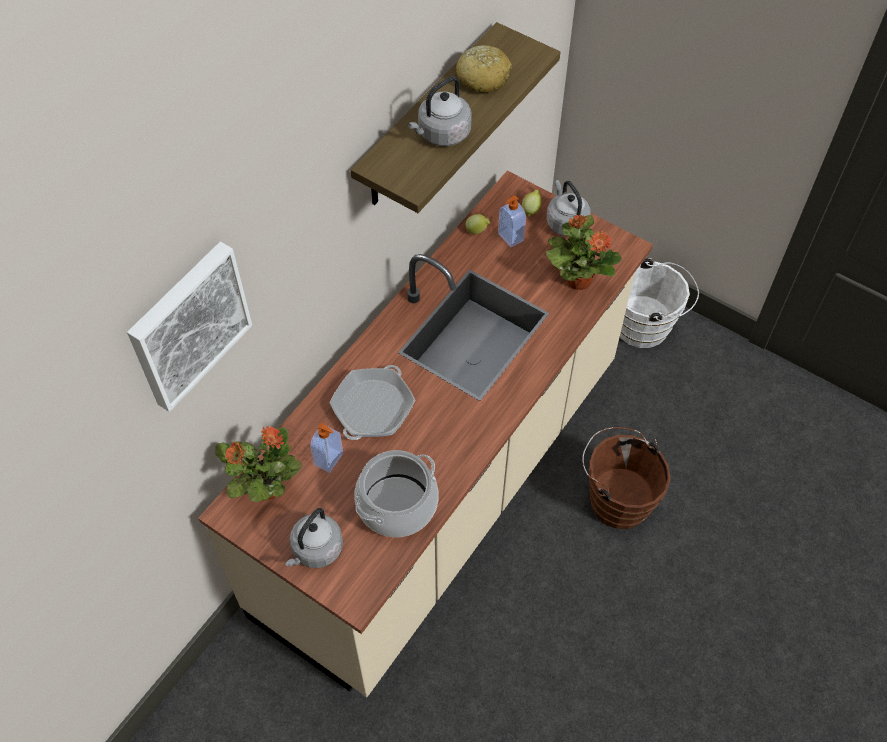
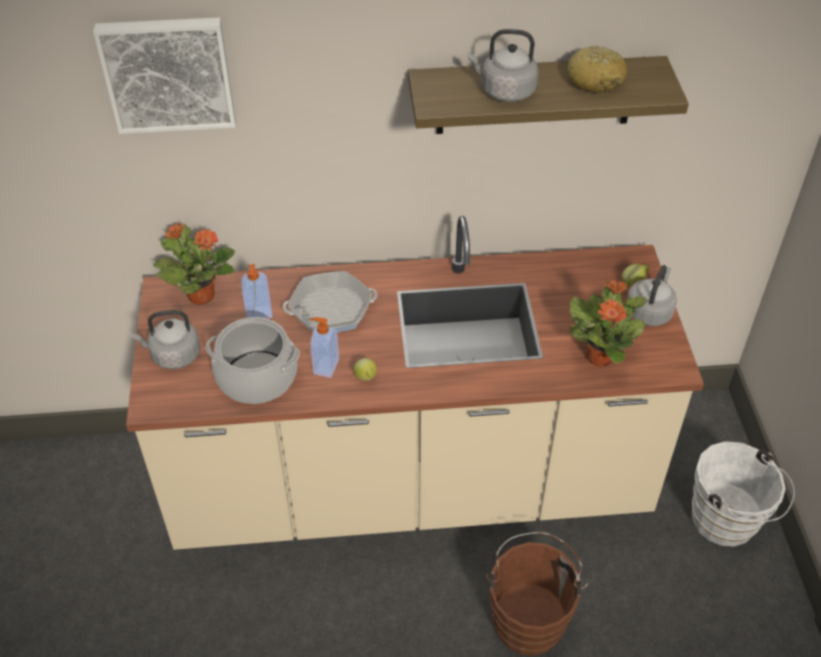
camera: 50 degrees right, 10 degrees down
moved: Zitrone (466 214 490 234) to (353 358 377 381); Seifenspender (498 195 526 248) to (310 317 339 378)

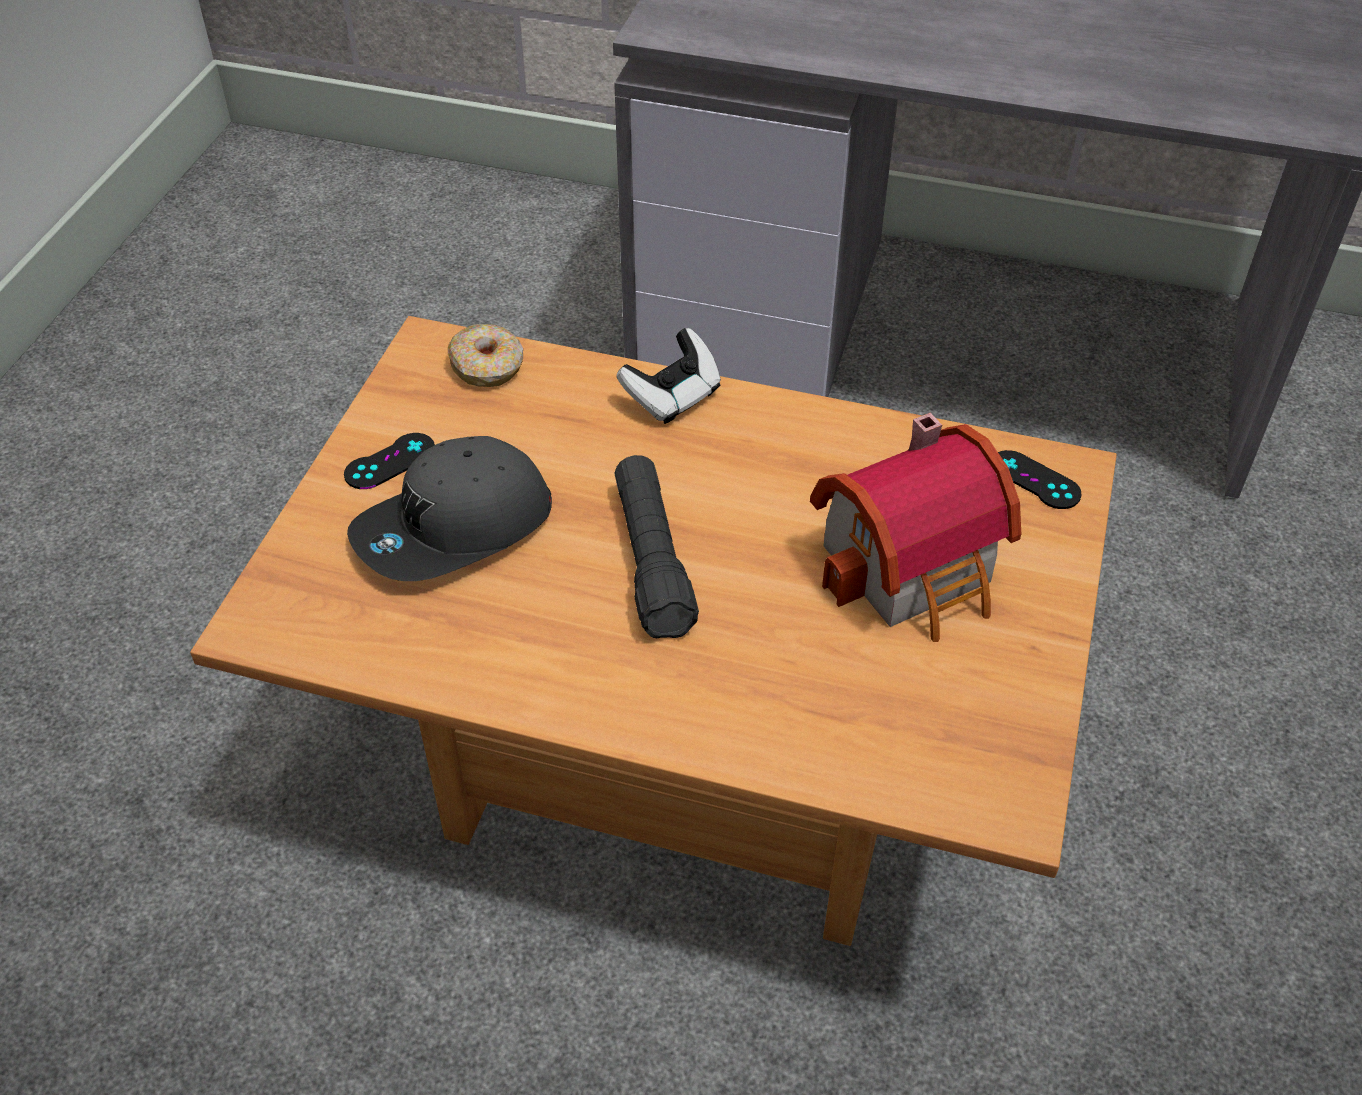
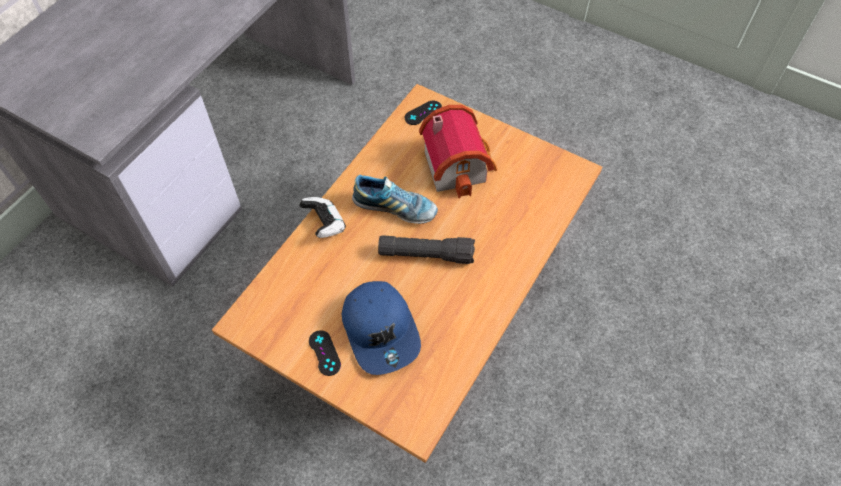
camera: 75 degrees left, 10 degrees up
removed: Donut (448 324 523 387)
added: Schuh (352 175 438 224)
recoloured: Kappe (grau) (347 436 552 581) to Kappe (blau) (342 281 421 375)

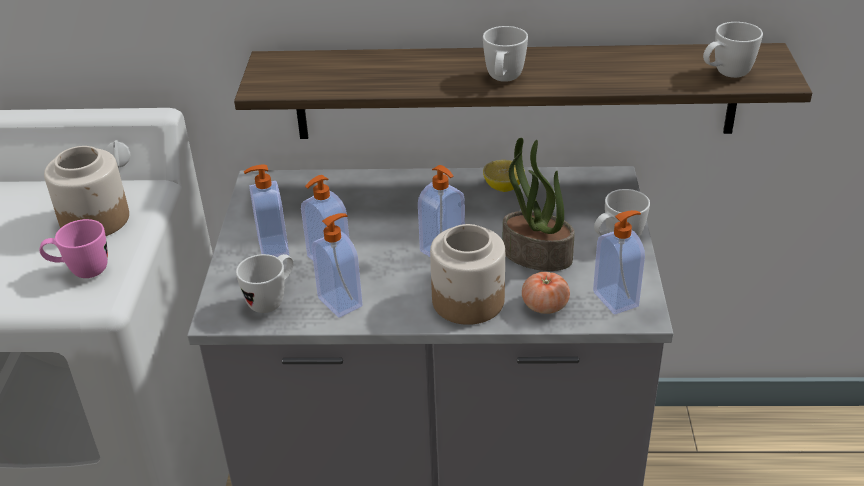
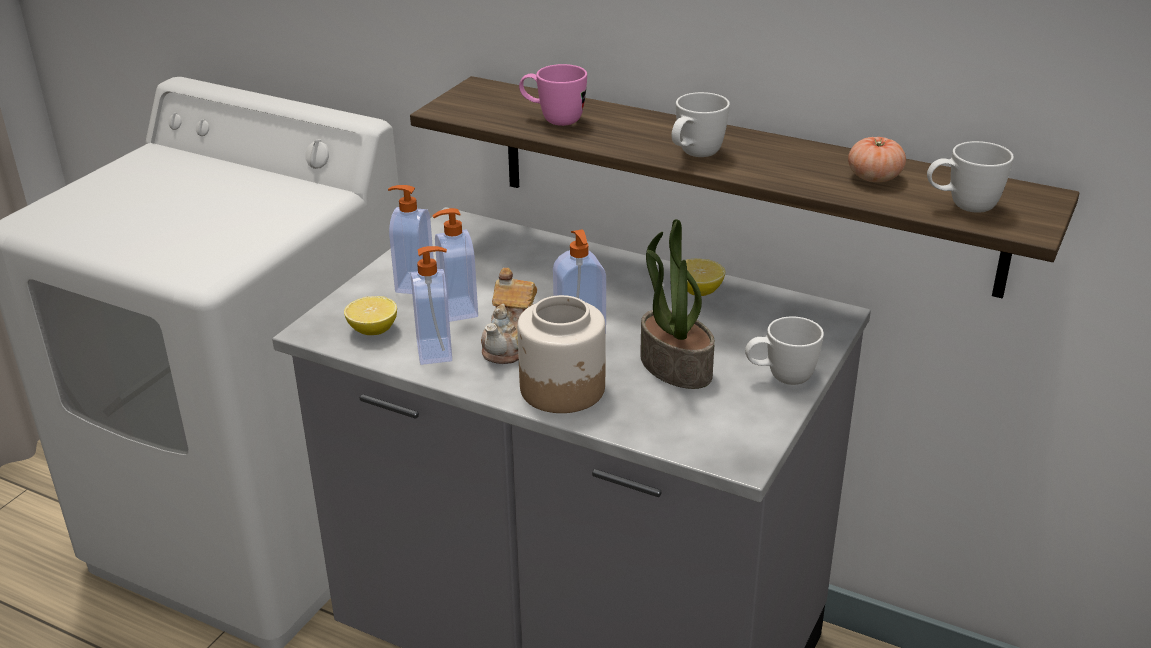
camera: 25 degrees right, 5 degrees down
removed: Vorratsglas (44 146 129 236); Seifenspender (593 210 645 314)
added: Teekanne (481 268 537 364)
moved: Henkelbecher (rosa) (39 219 108 278) to (519 64 587 126); Tomate (522 272 570 314) to (848 137 906 182)
replaced: Henkelbecher (weiß) (236 254 294 313) to Zitrone (344 296 397 335)

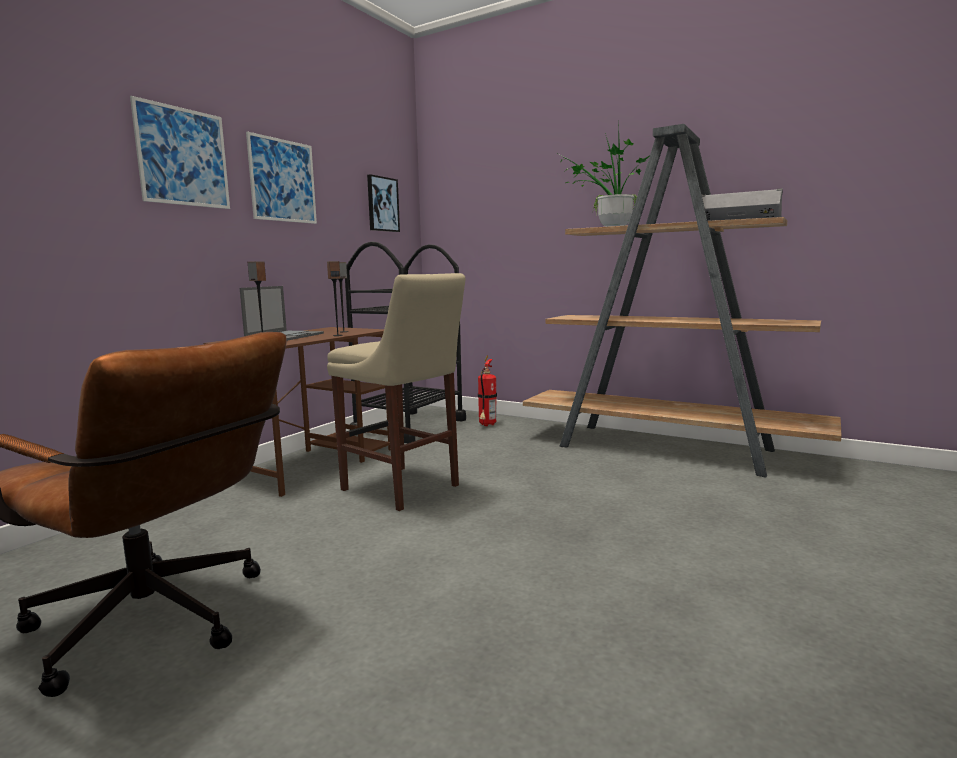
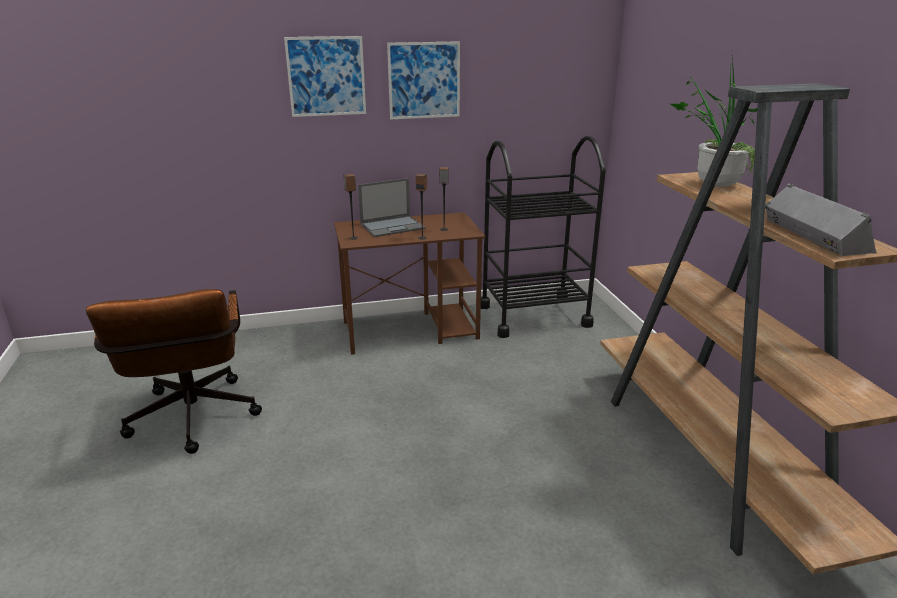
camera: 45 degrees right, 15 degrees up
removed: Hocker (beige) (327 273 466 511); Bild (367 174 400 232); Feuerlöscher (478 356 497 426)

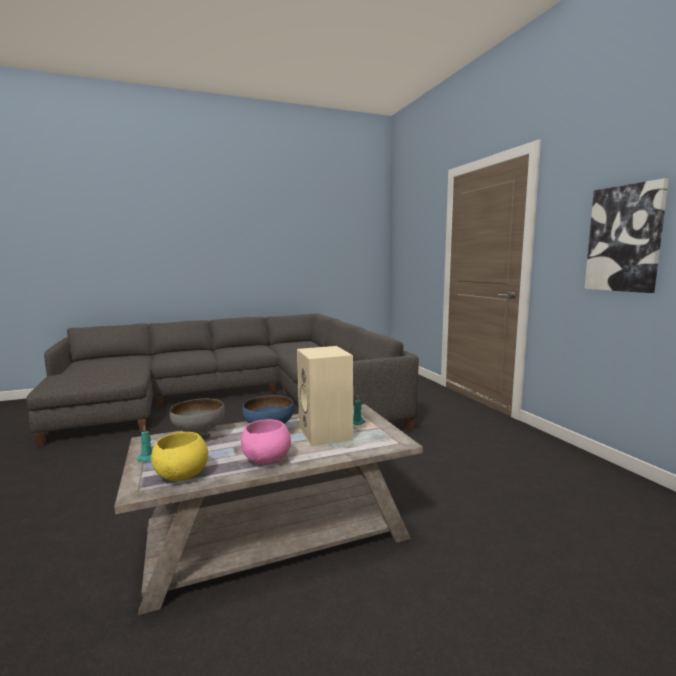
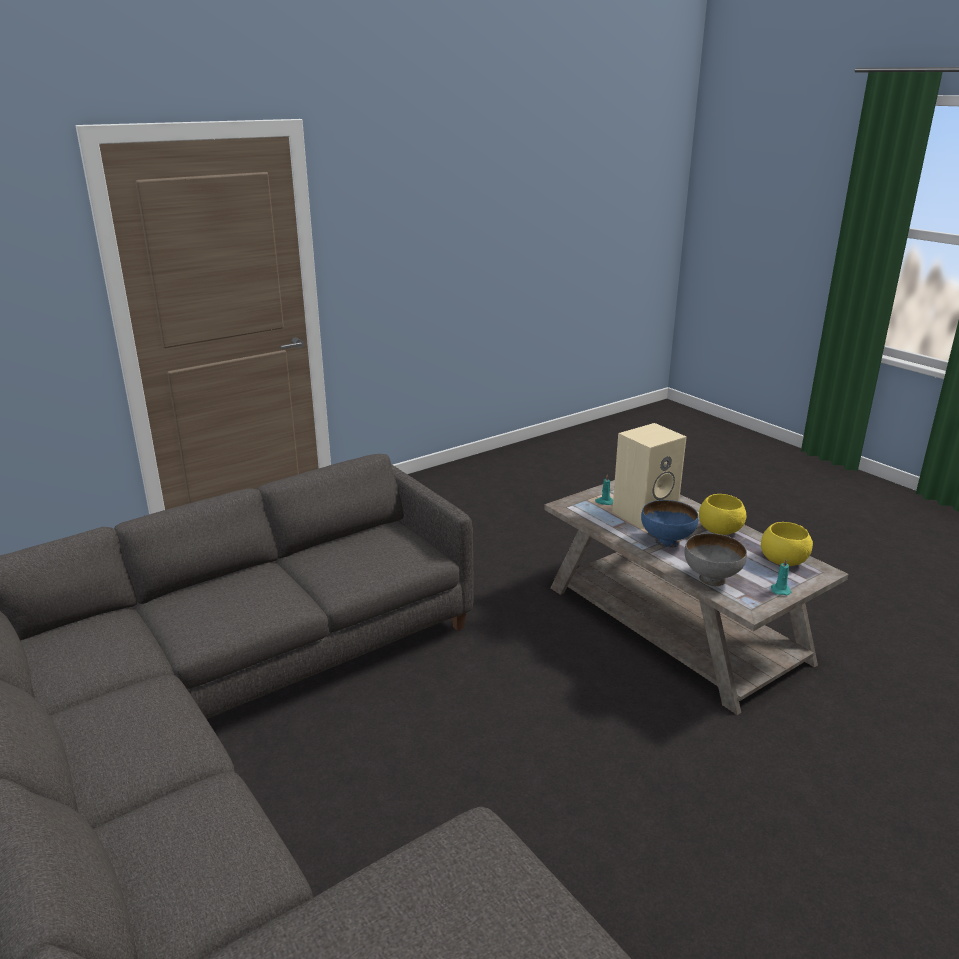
camera: 105 degrees left, 15 degrees up
removed: Bild (584 178 669 293)
recoloured: Schüssel (rosa) (241 419 291 464) to Schüssel (gelb) (699 494 746 535)

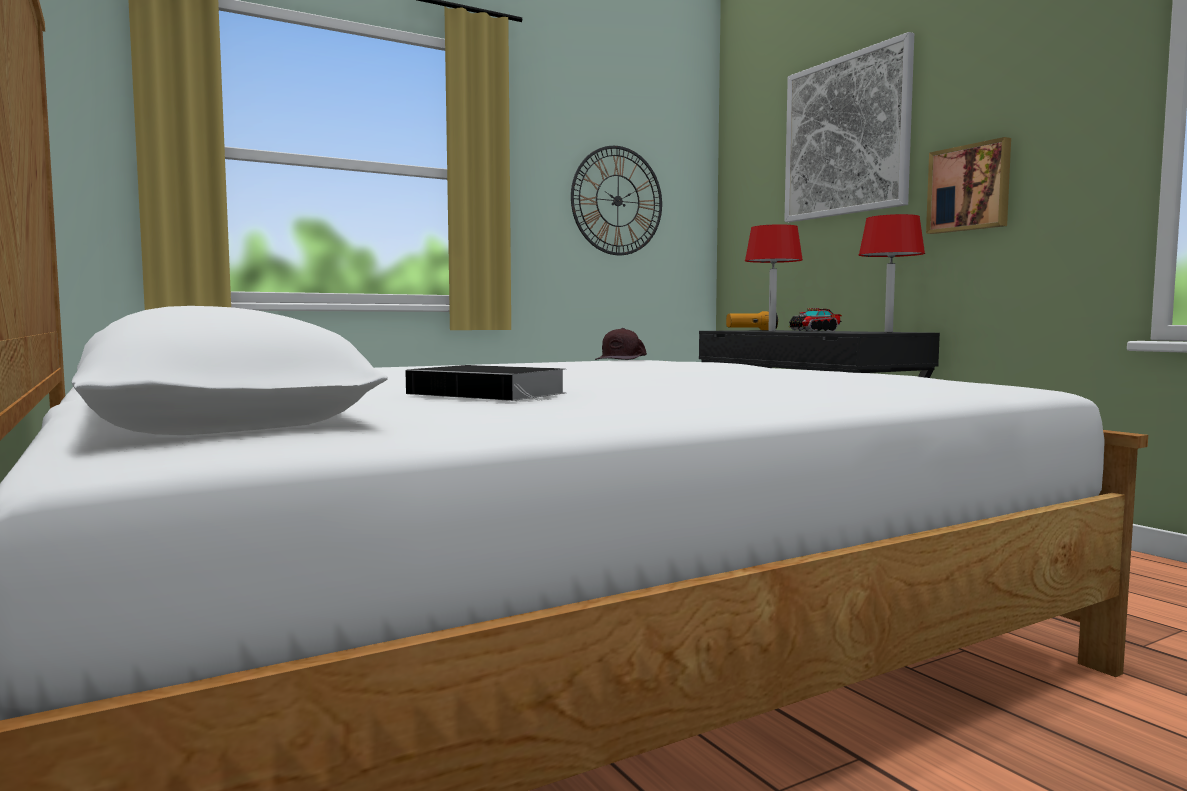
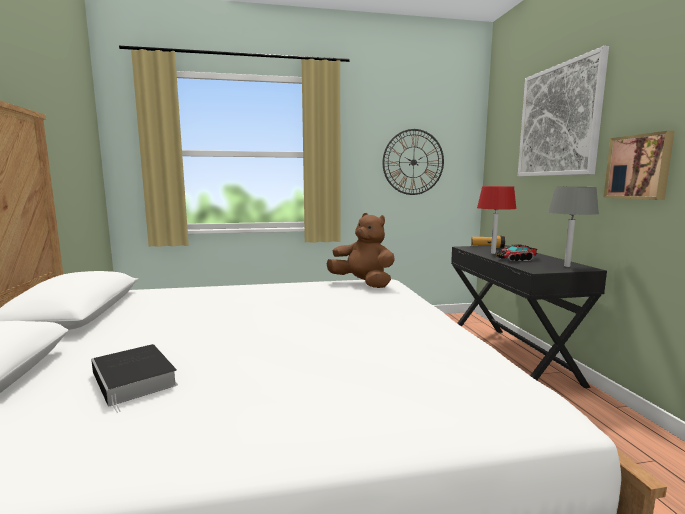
camera: 20 degrees right, 5 degrees up
replaced: Kappe (braun) (595 328 647 360) to Plüschtier (braun) (327 213 394 288)
recoloured: Tischlampe (rot) (858 214 925 332) to Tischlampe (grau) (548 187 599 267)

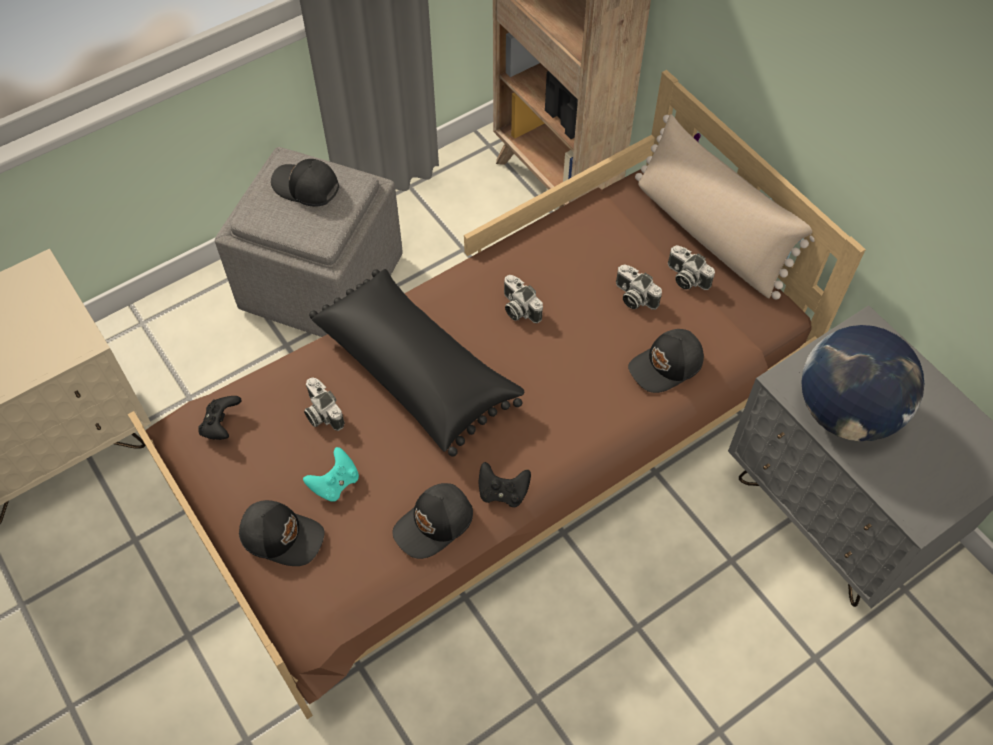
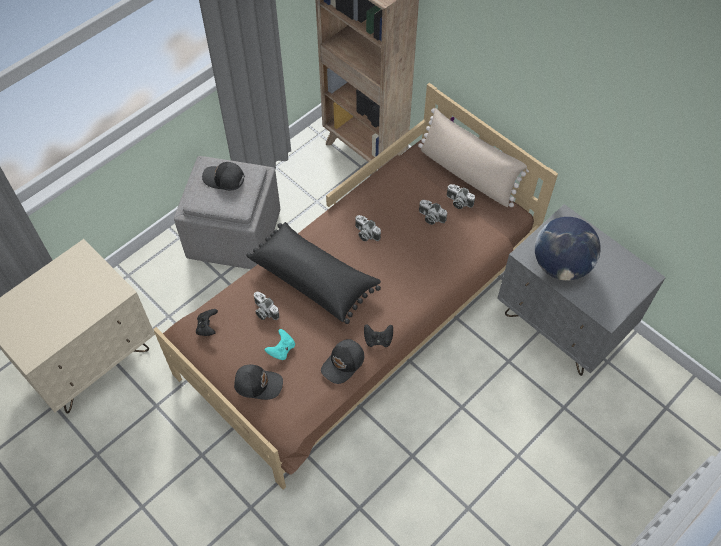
camera: 10 degrees left, 0 degrees up
removed: Kappe (schwarz) (628 329 704 393)

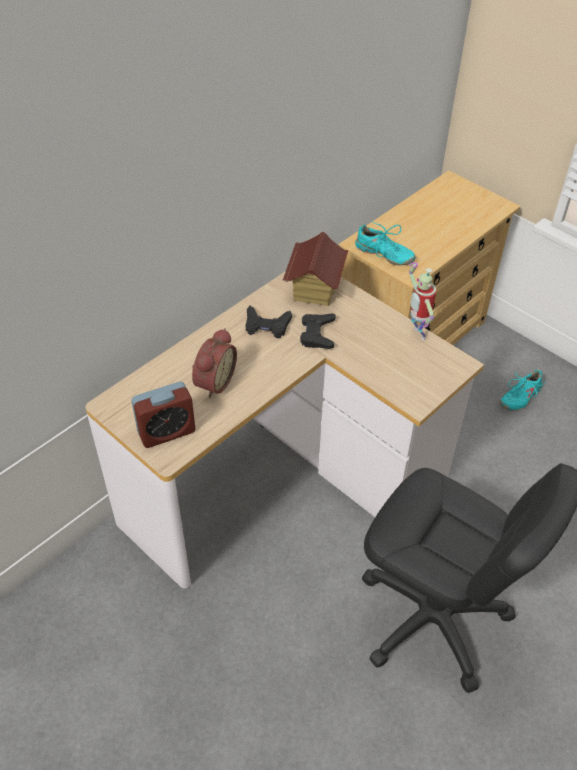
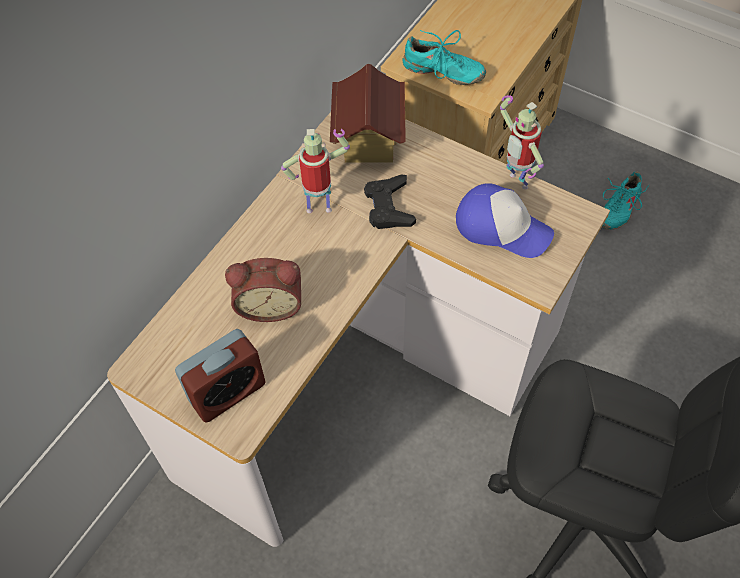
camera: 10 degrees left, 10 degrees up
added: Kappe (456 183 554 258)
replaced: Gamepad (schwarz) (246 306 292 338) to Spielzeugroboter (281 129 350 213)
turned: Wecker (192 328 237 398) = (225 258 301 322) 75 degrees clockwise

